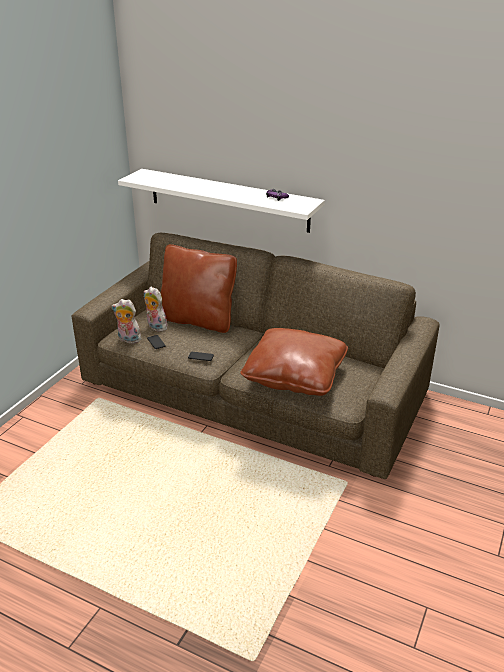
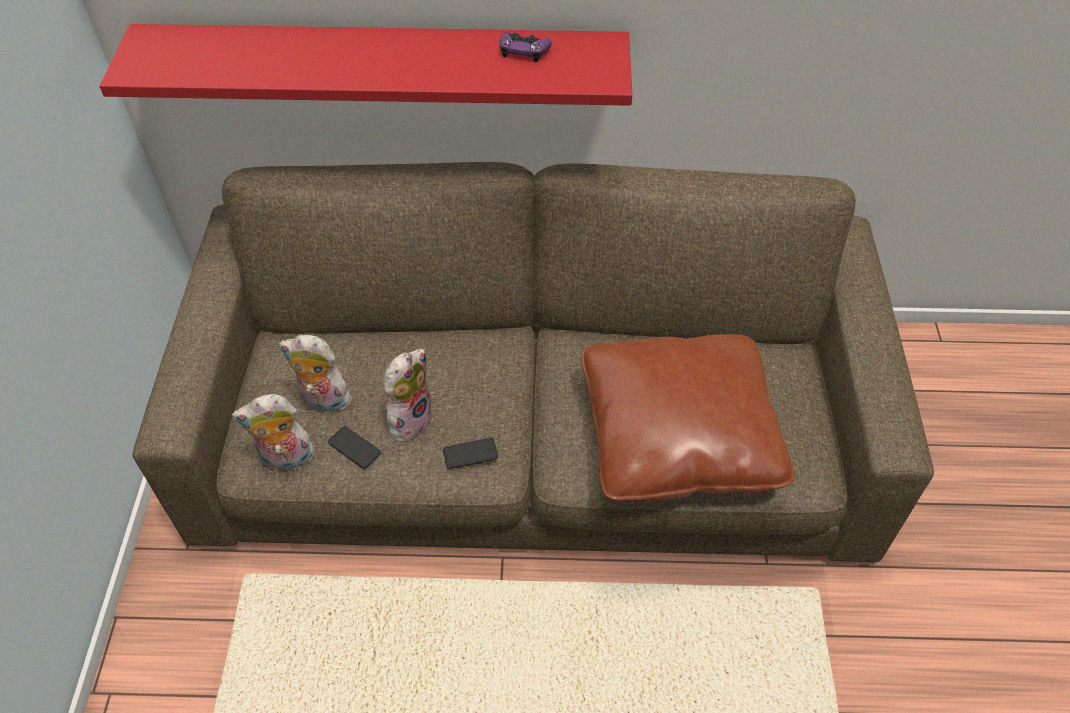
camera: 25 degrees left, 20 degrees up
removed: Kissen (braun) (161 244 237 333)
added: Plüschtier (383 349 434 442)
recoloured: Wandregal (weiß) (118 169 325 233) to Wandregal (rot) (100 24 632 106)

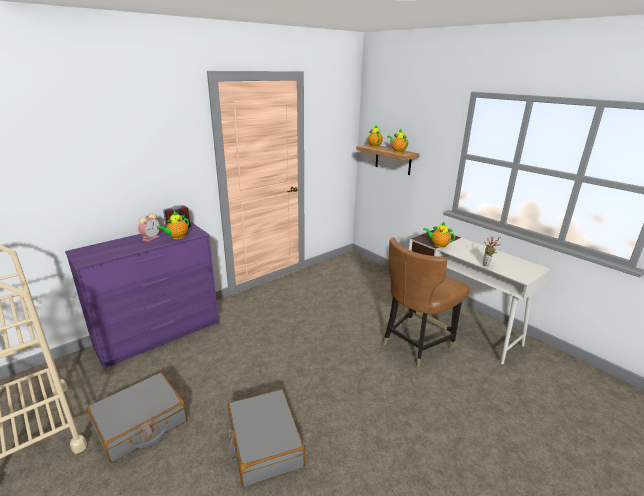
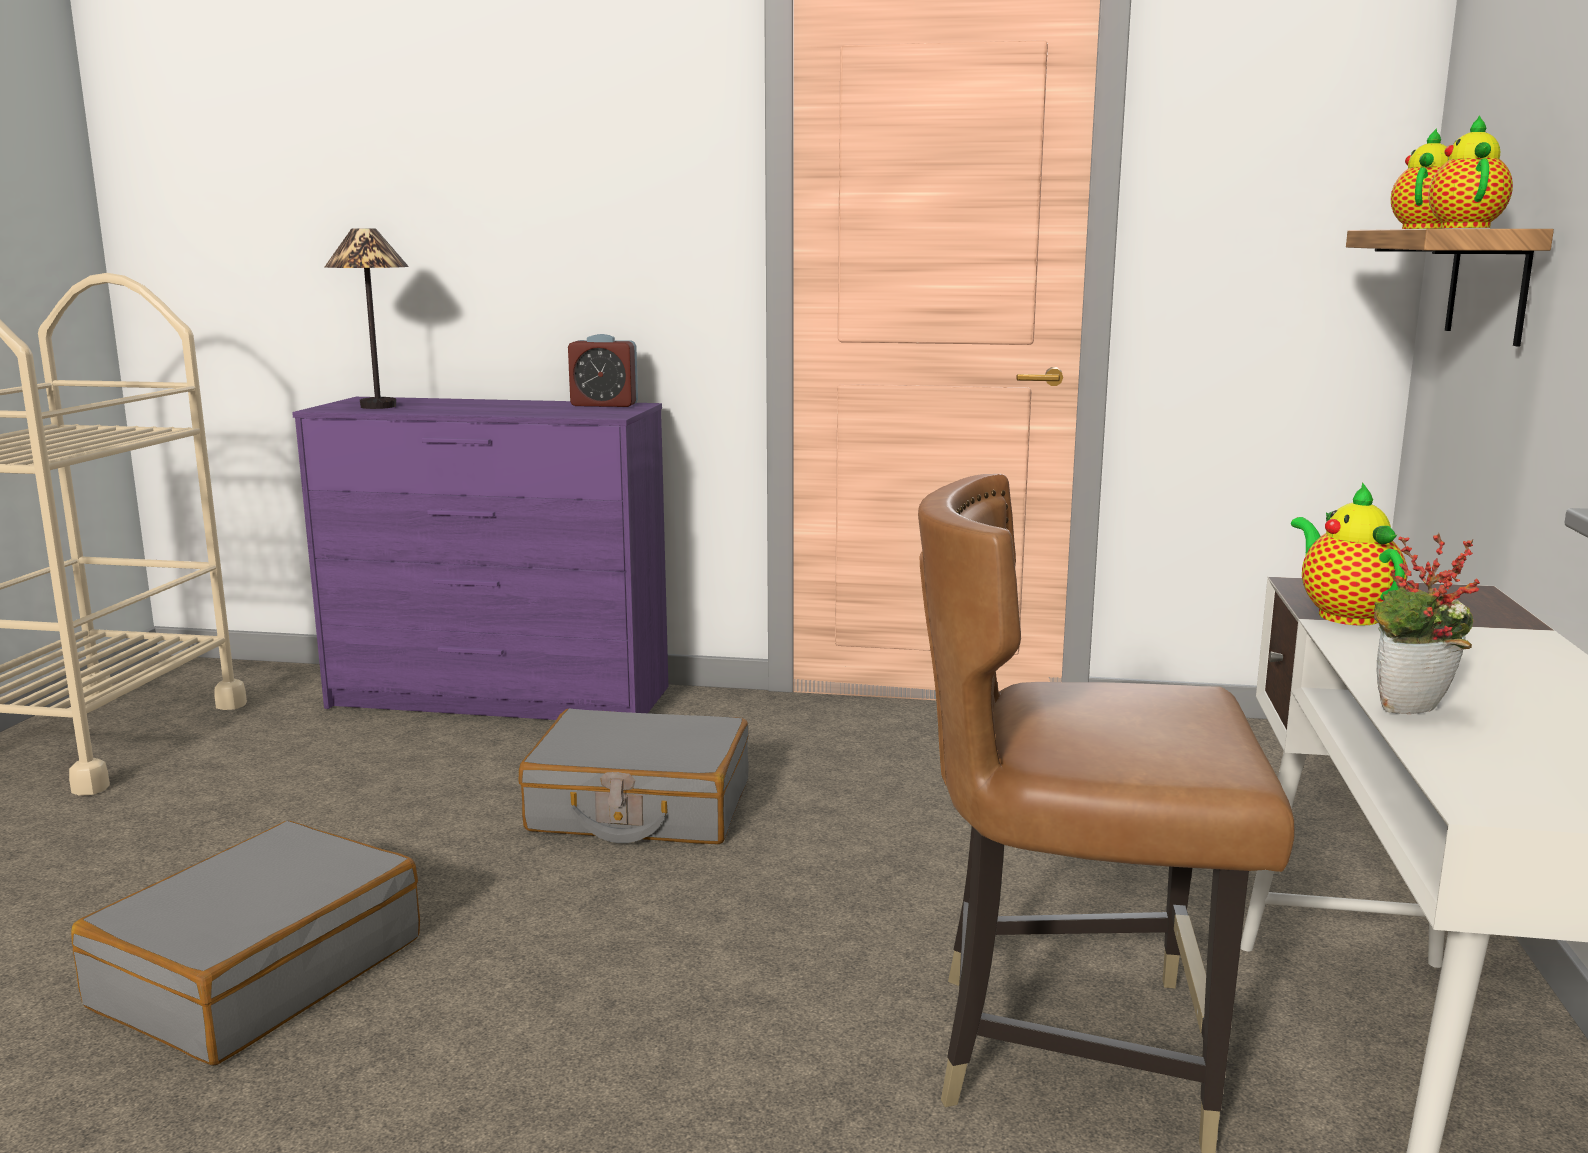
camera: 50 degrees right, 10 degrees down
removed: Wecker (138 213 160 242); Teekanne (157 211 189 239)
added: Tischlampe (325 228 409 409)
moved: Koffer (grau) (87 373 187 463) to (519 709 749 844)

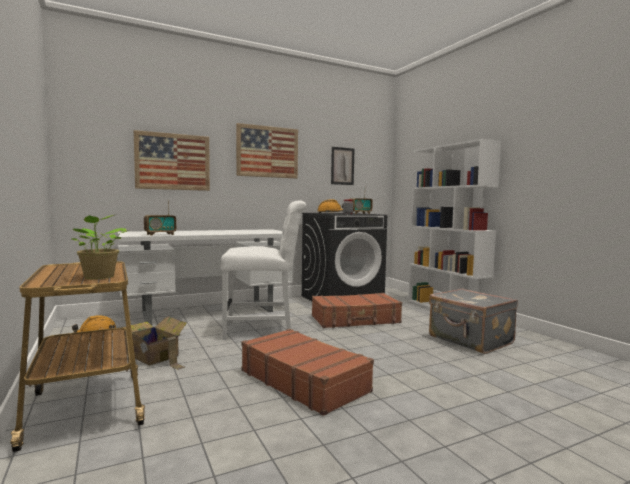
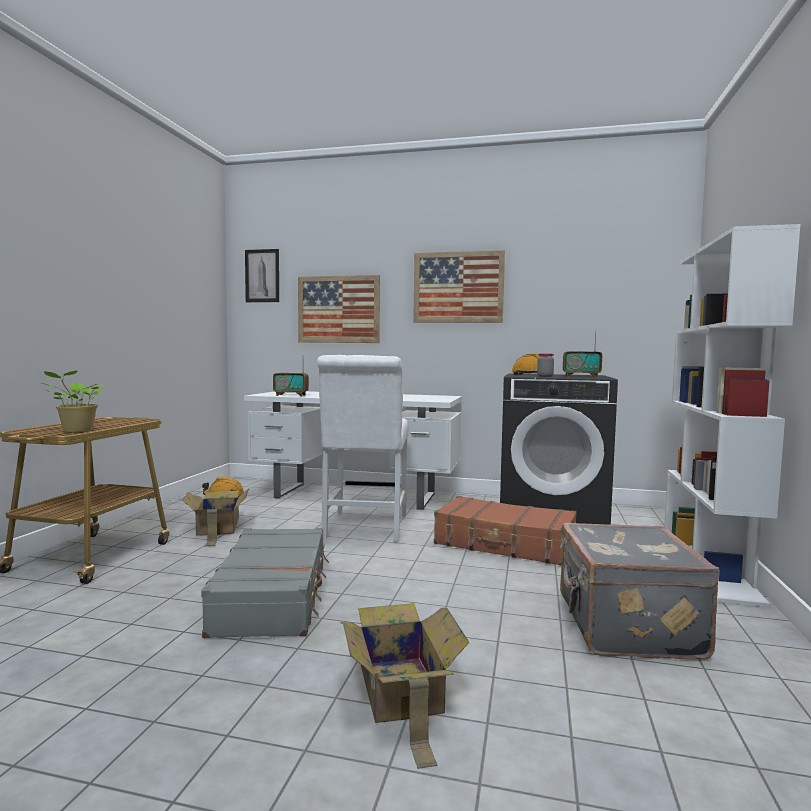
camera: 40 degrees right, 0 degrees up
added: Karton (340 603 470 769)
moved: Bild (331 147 354 185) to (245 249 279 302)
recoloured: Koffer (braun) (241 329 374 416) to Koffer (grau) (201 528 329 638)
turned: Stuhl (weiß) (221 200 306 340) = (317 355 409 542) 60 degrees clockwise

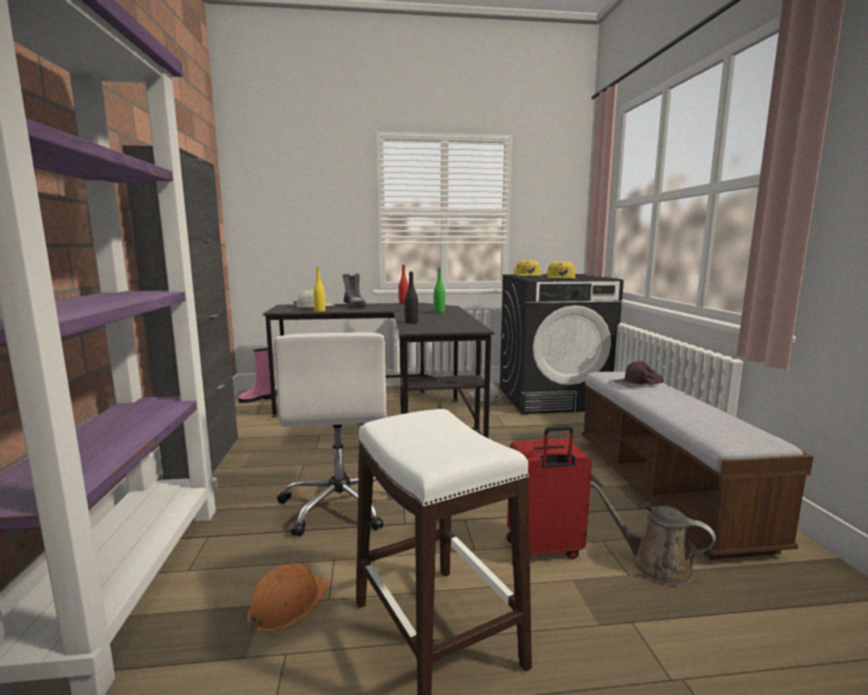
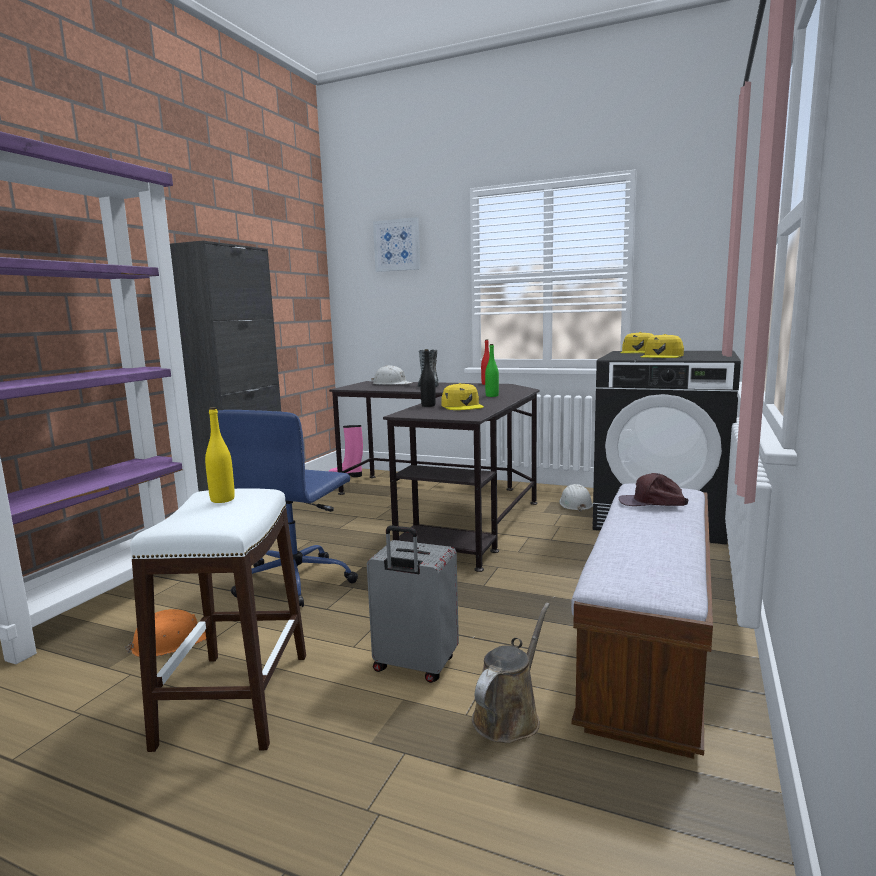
camera: 30 degrees right, 0 degrees up
added: Bild (373 217 420 272); Kappe (gelb) (441 383 484 410)
moved: Flasche (gelb) (313 267 326 312) to (205 407 235 503)
recoloured: Bürostuhl (weiß) (274 332 387 537) to Bürostuhl (blau) (217 410 358 607); Koffer (rot) (507 425 592 559) to Koffer (grau) (367 525 459 683)
turned: Gießkanne (braun) (590 481 716 585) = (472 603 550 743) 60 degrees clockwise

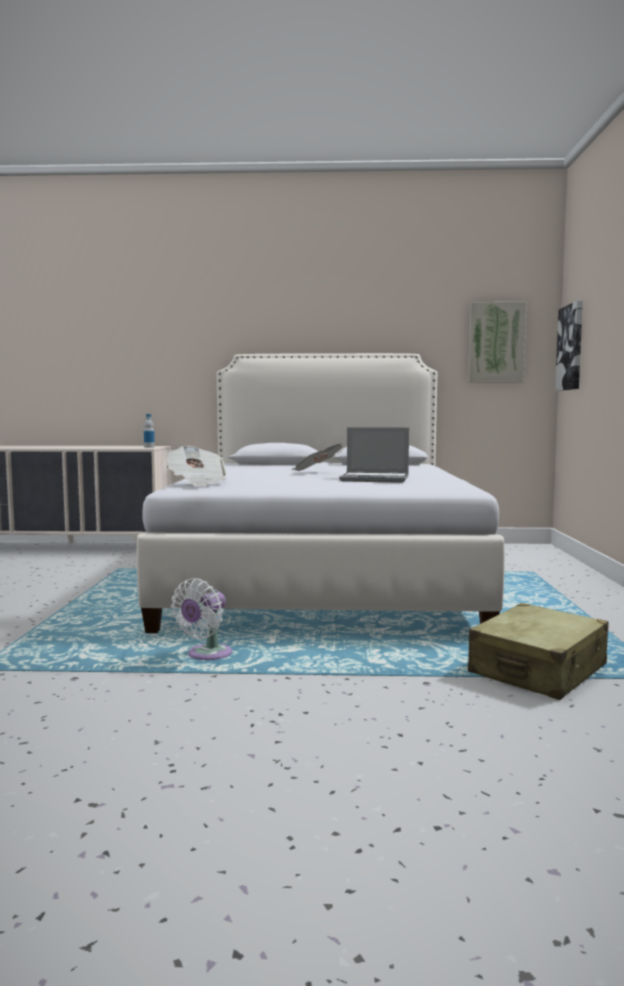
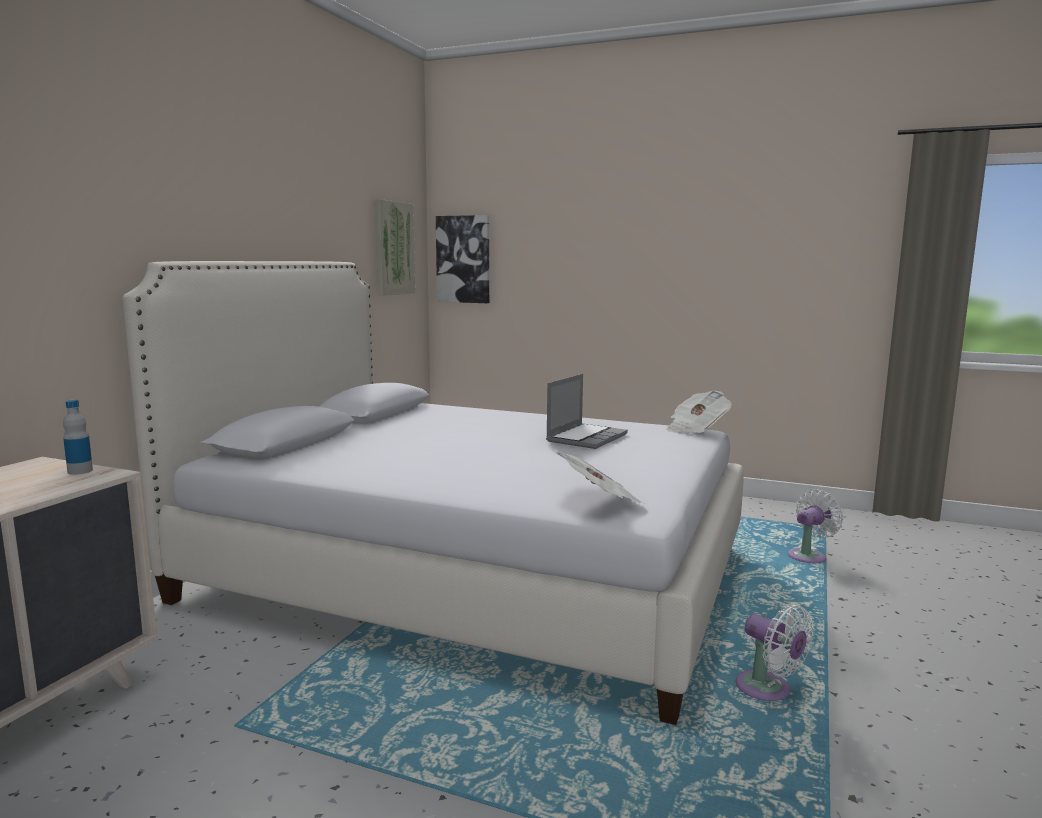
camera: 70 degrees left, 5 degrees up
moved: Zeitung (292 443 343 471) to (667 391 732 433)
replaced: Koffer (beige) (468 603 609 700) to Ventilator (weiß) (788 490 843 563)

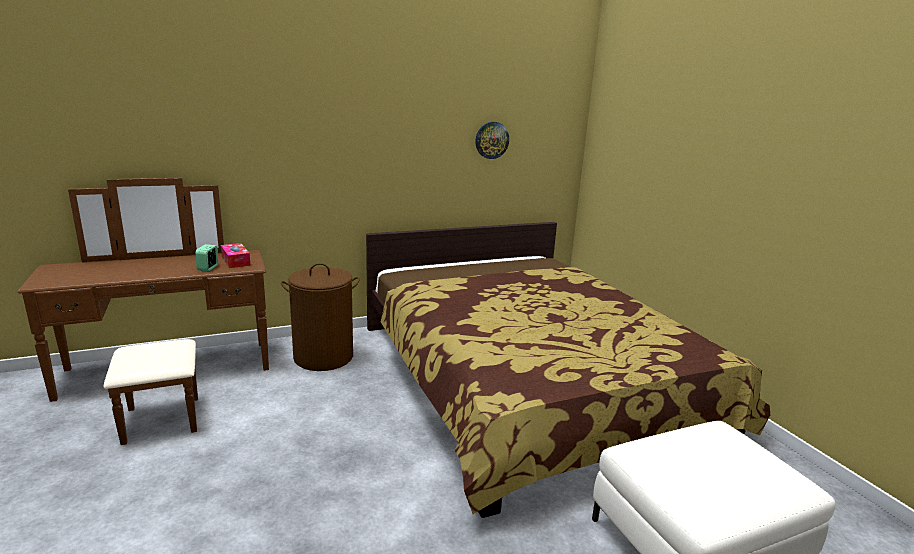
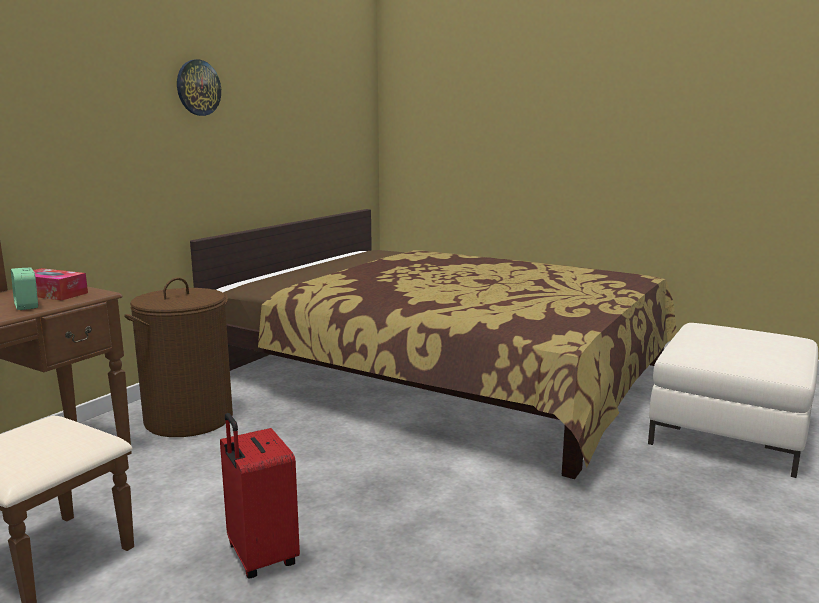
camera: 35 degrees left, 5 degrees down
added: Koffer (rot) (220 413 300 578)
moved: Wanduhr (475 122 509 159) to (177 59 221 116)

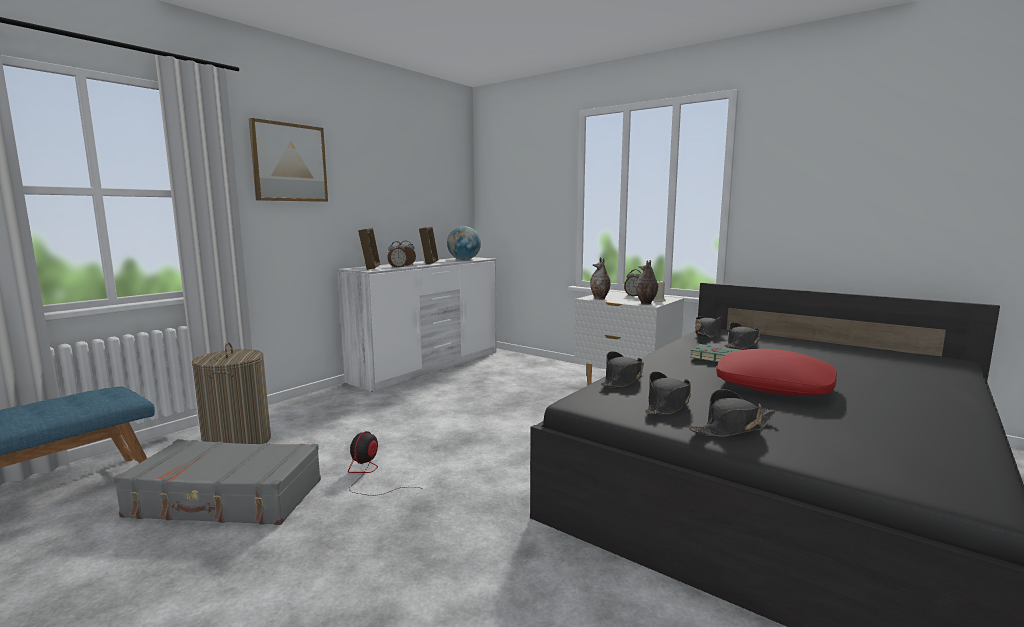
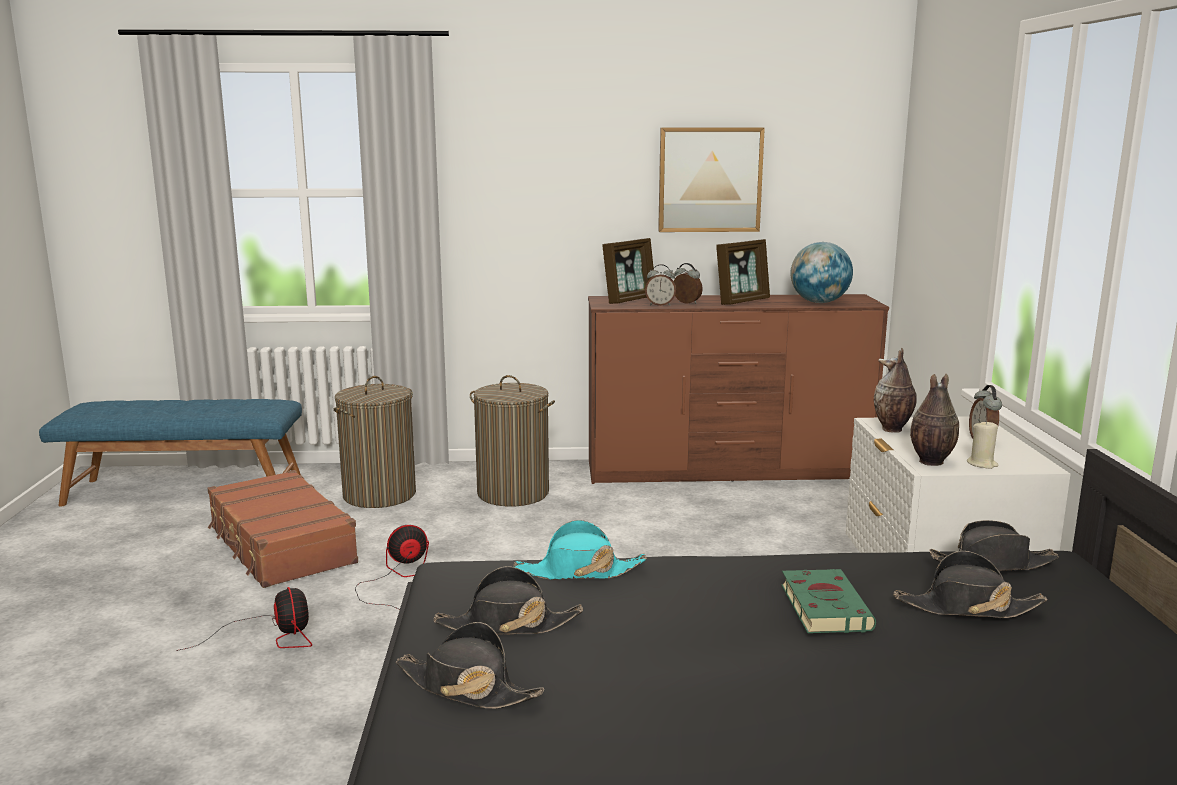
camera: 50 degrees right, 5 degrees up
removed: Kissen (rot) (716 349 837 395)
added: Ventilator (176 587 312 651); Wäschekorb (470 375 555 506)
moved: Bild (249 118 328 202) to (658 128 765 232)
recoloured: Koffer (grau) (113 439 321 525) to Koffer (braun) (208 470 358 588); Kommode (weiß) (337 257 497 392) to Kommode (braun) (588 294 889 484); Hut (schwarz) (601 351 644 387) to Hut (türkis) (513 520 647 580)

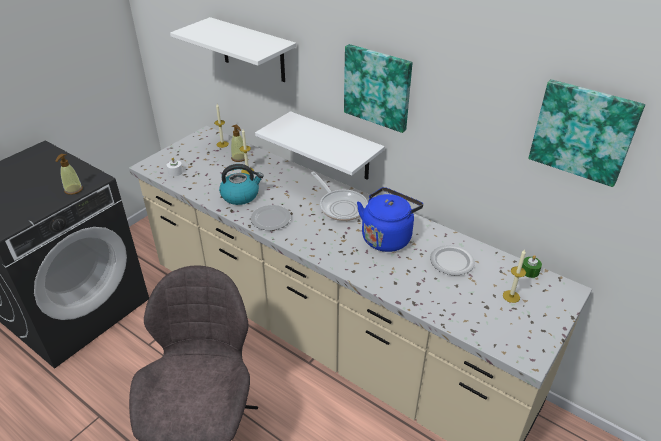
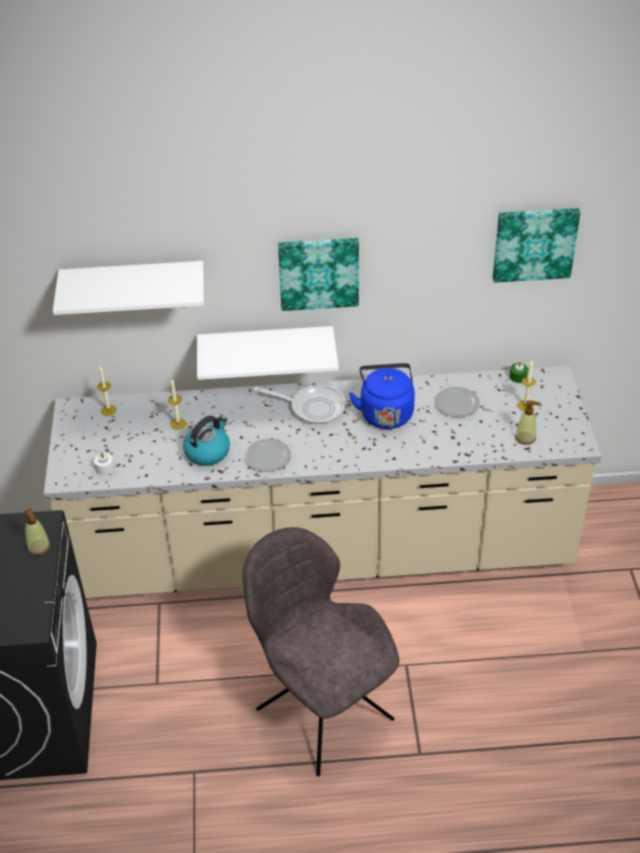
camera: 40 degrees left, 5 degrees up
moved: Seifenspender (231 125 245 162) to (515 401 542 445)

